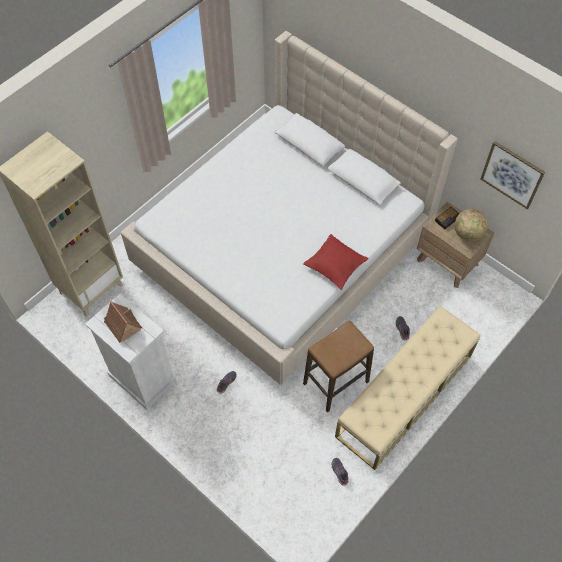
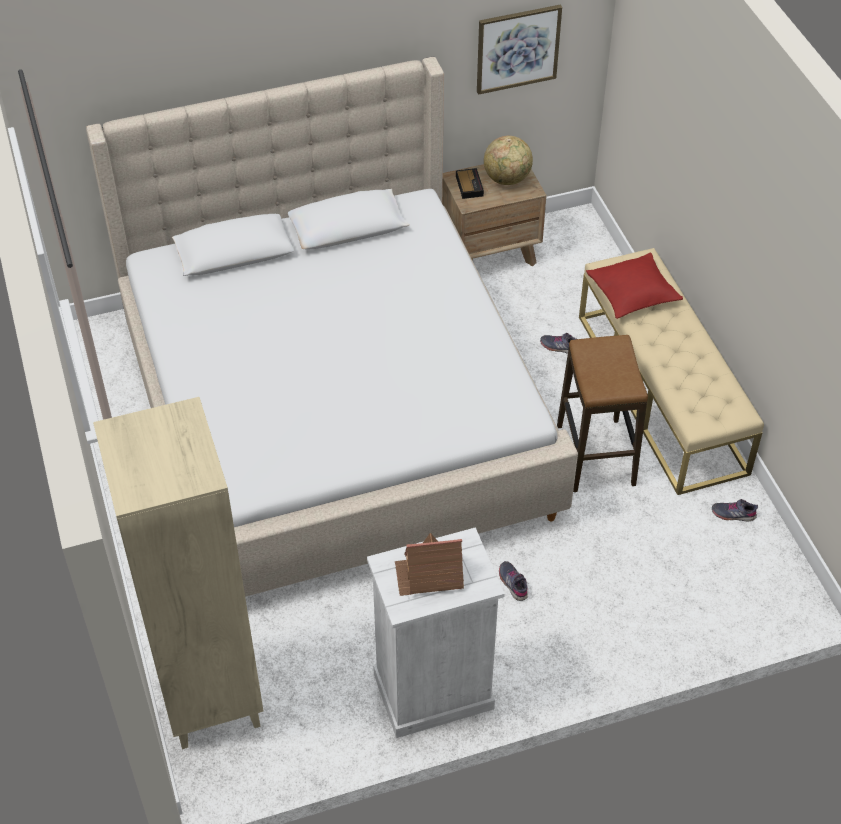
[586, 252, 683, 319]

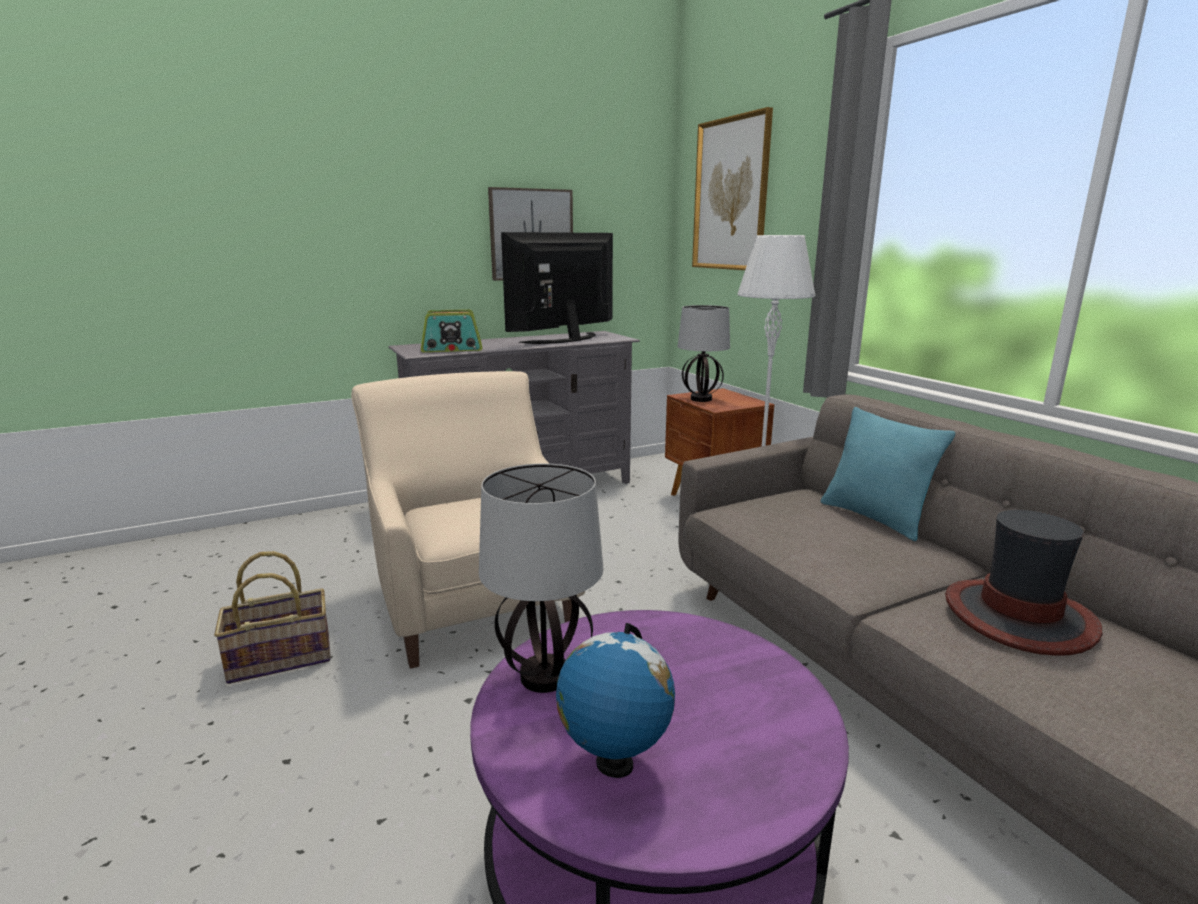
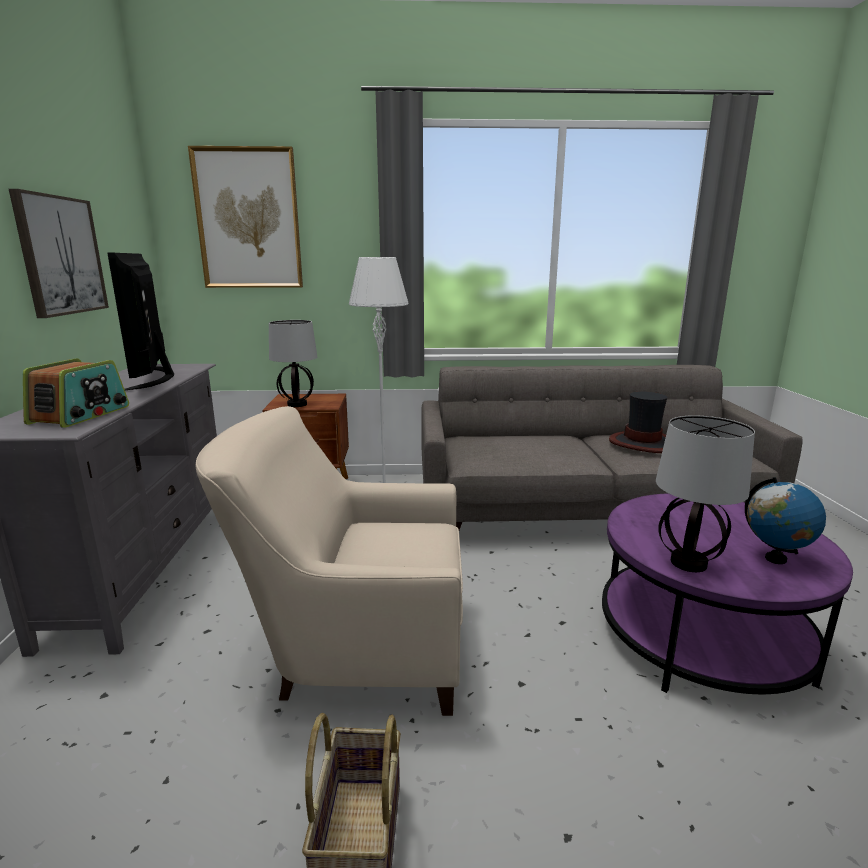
[821, 407, 955, 541] (first image)

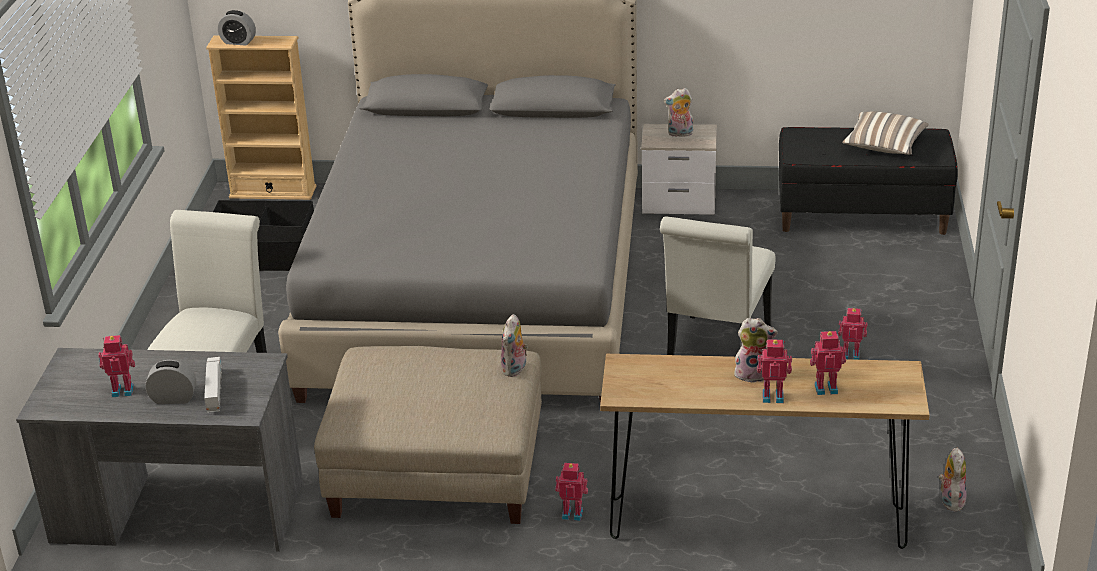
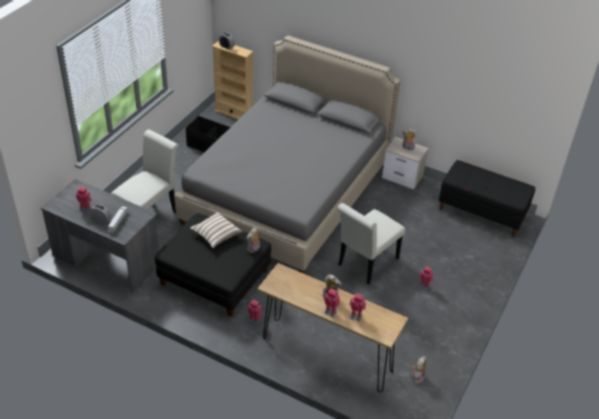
[190, 211, 243, 248]
[155, 213, 271, 317]

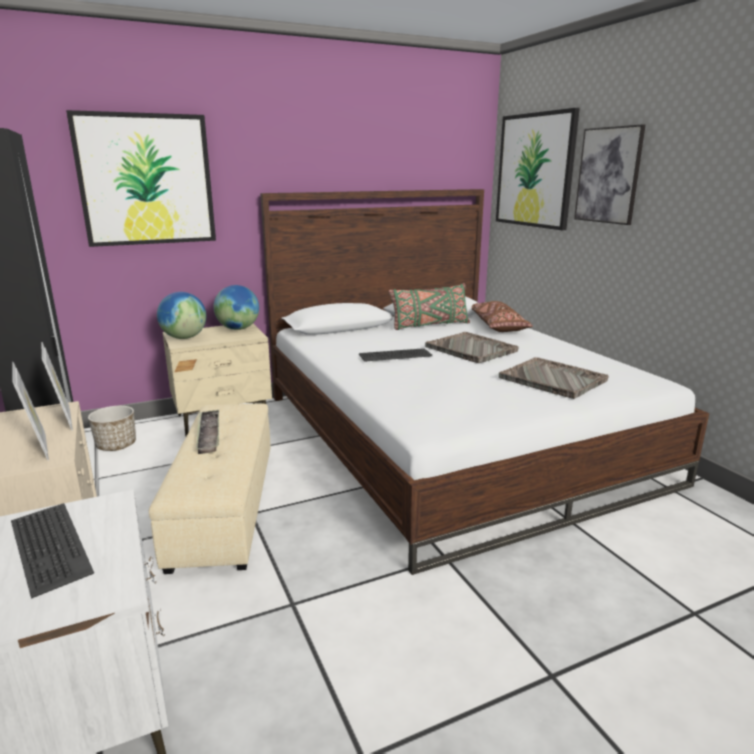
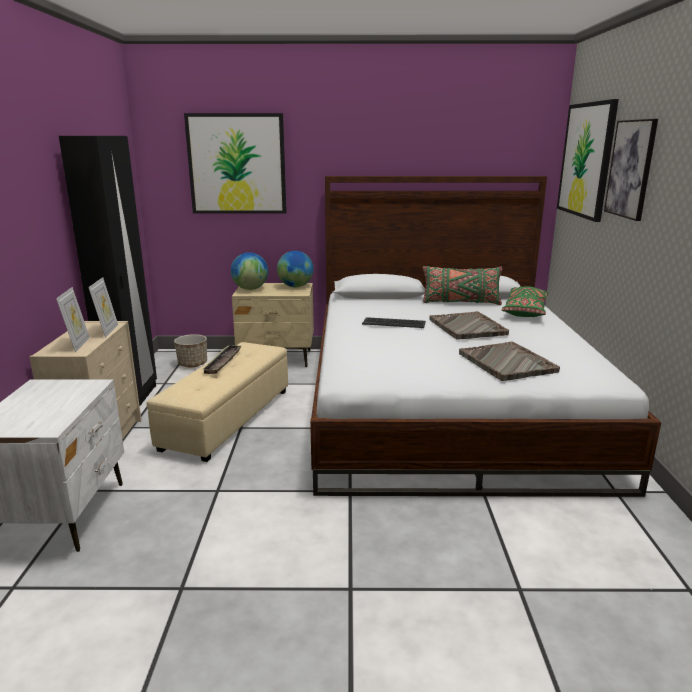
[11, 503, 94, 599] (first image)
[502, 286, 548, 317]

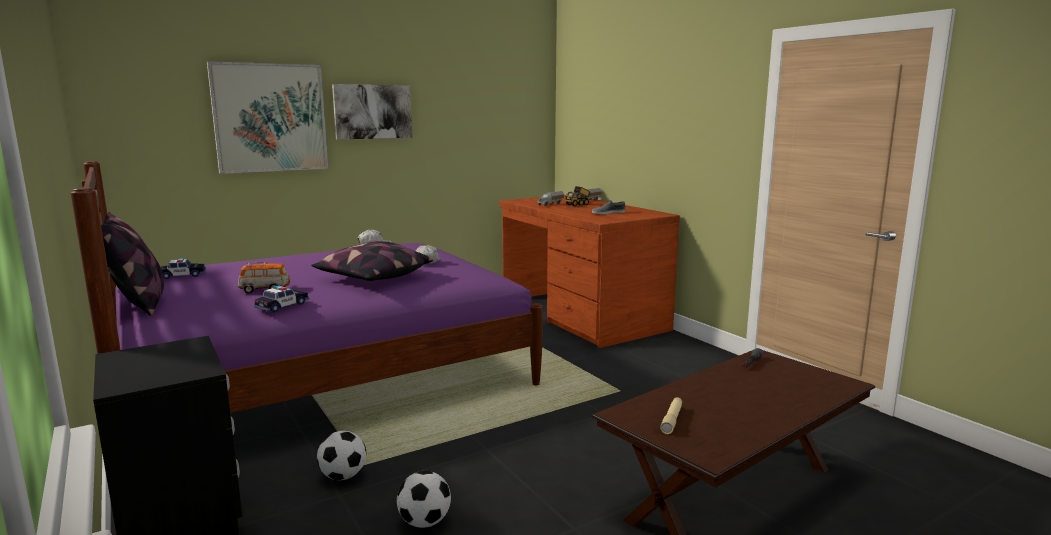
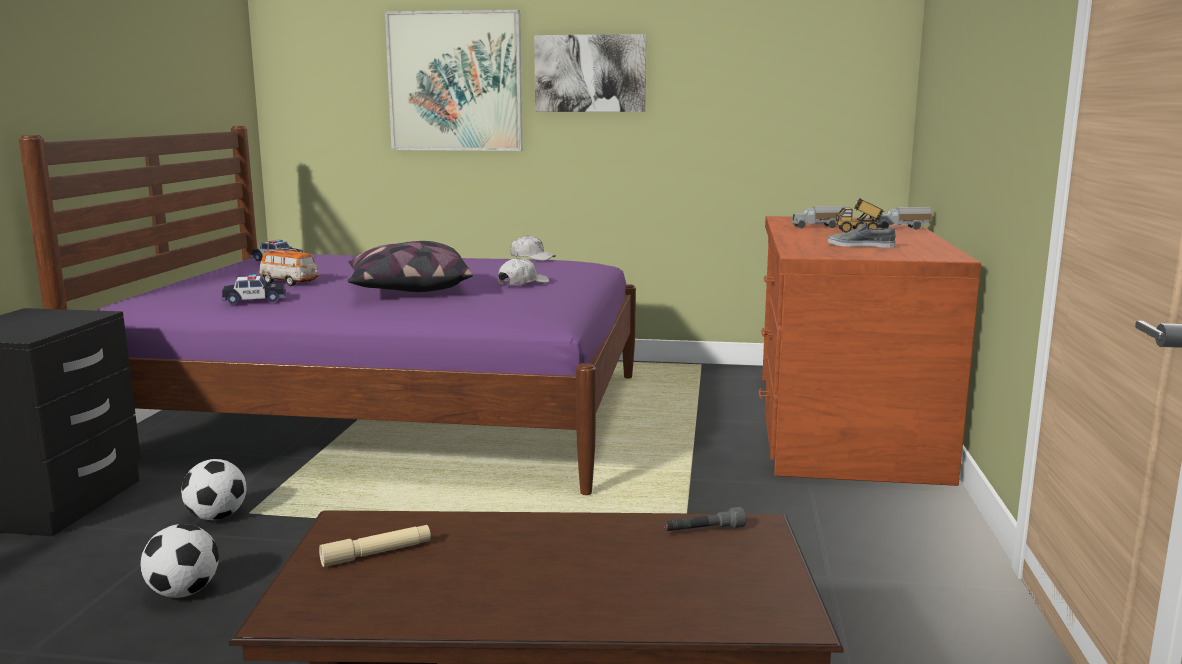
[101, 212, 164, 316] (first image)

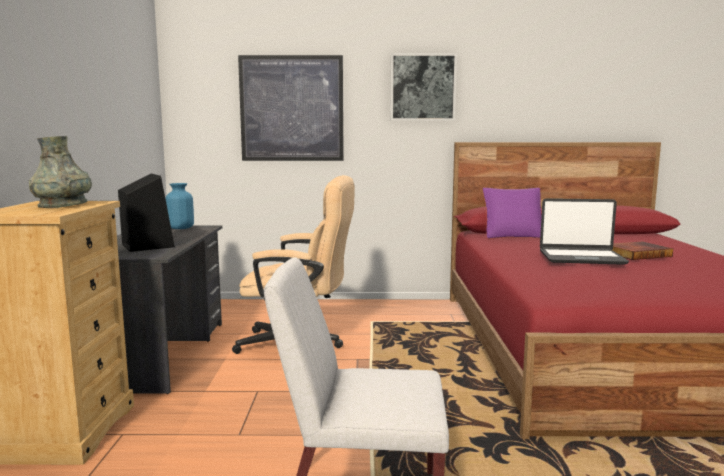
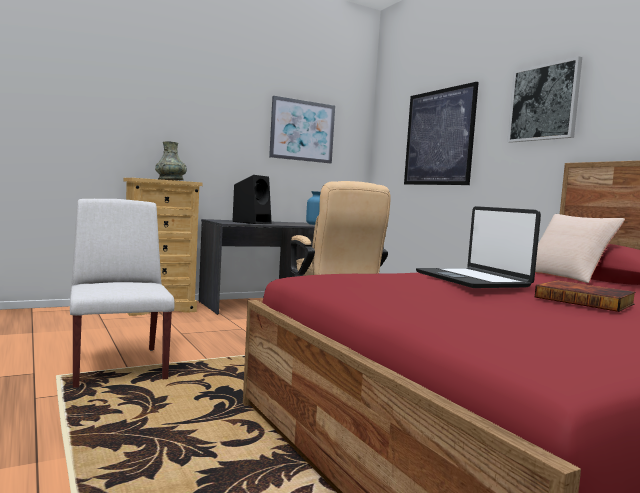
[269, 96, 335, 163]
[535, 214, 625, 283]

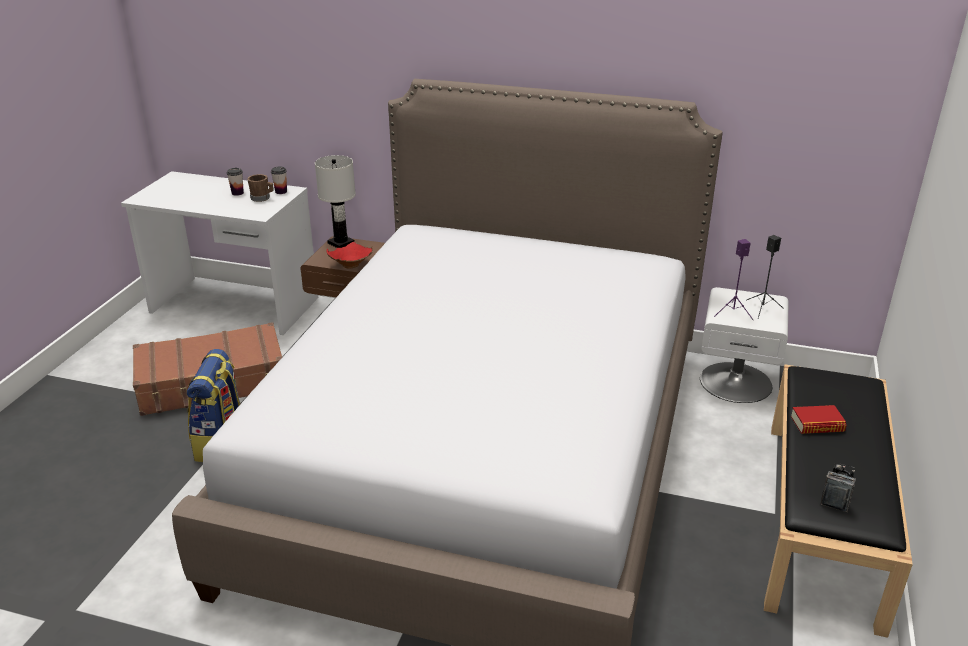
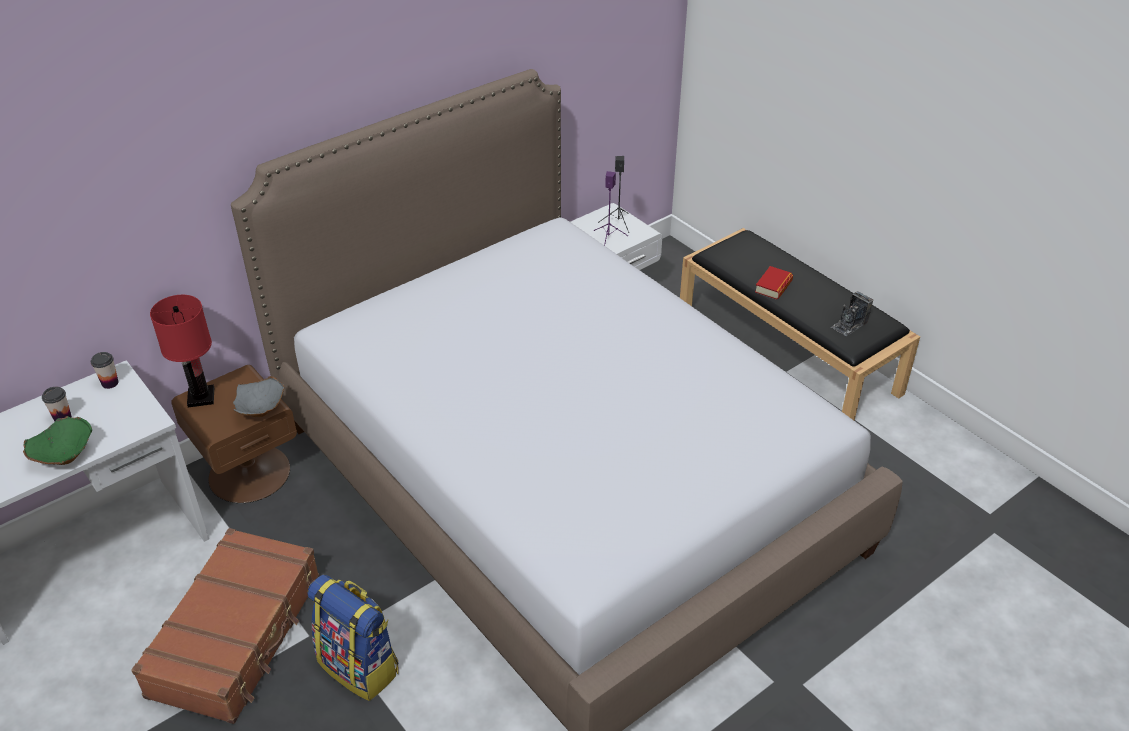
[247, 174, 274, 202] (first image)
[23, 416, 92, 465]
[150, 295, 214, 407]
[233, 376, 284, 417]
[831, 291, 873, 336]

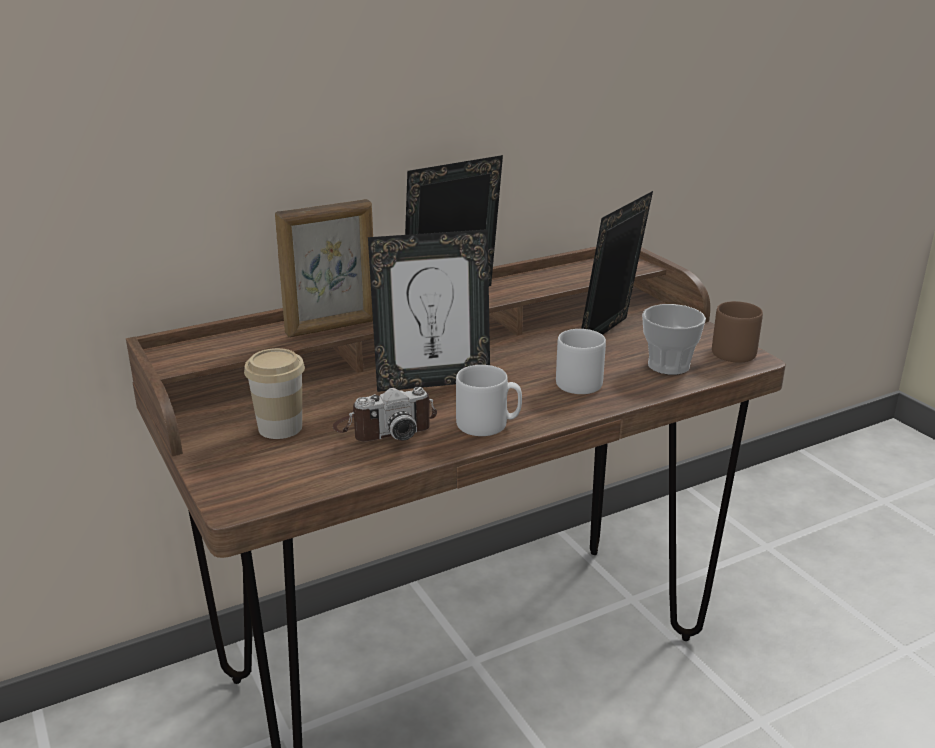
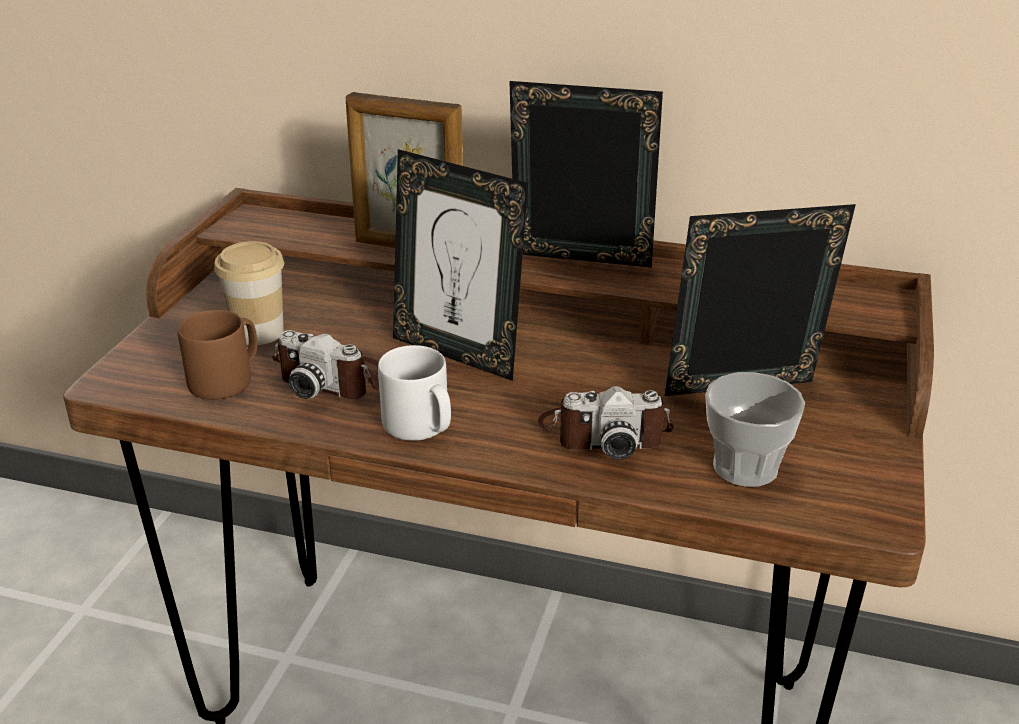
[177, 310, 257, 400]
[538, 386, 674, 460]

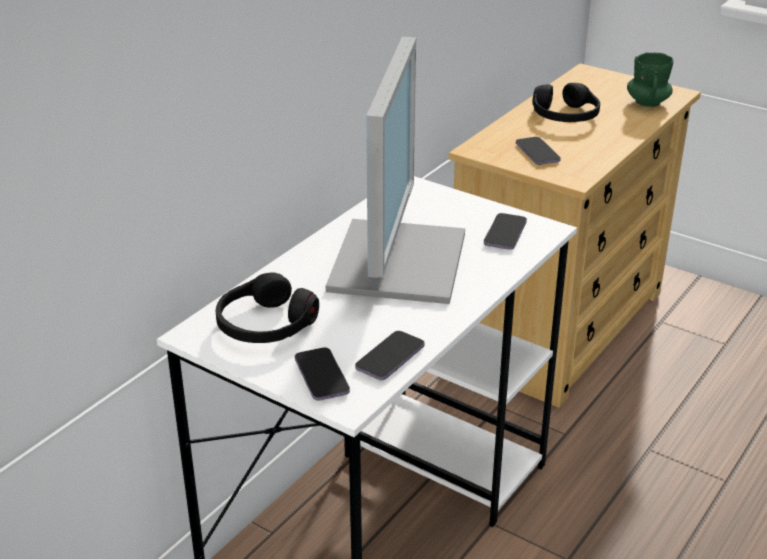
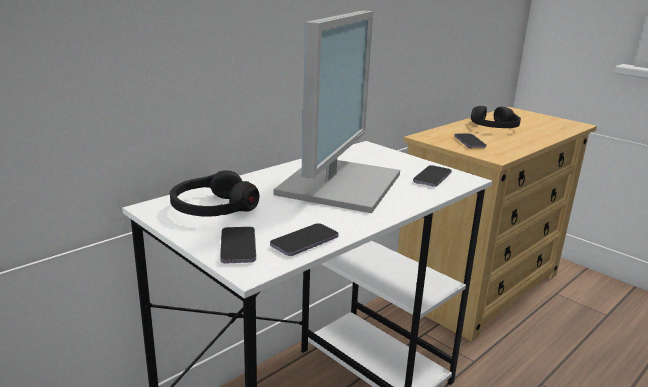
[627, 53, 673, 107] (first image)

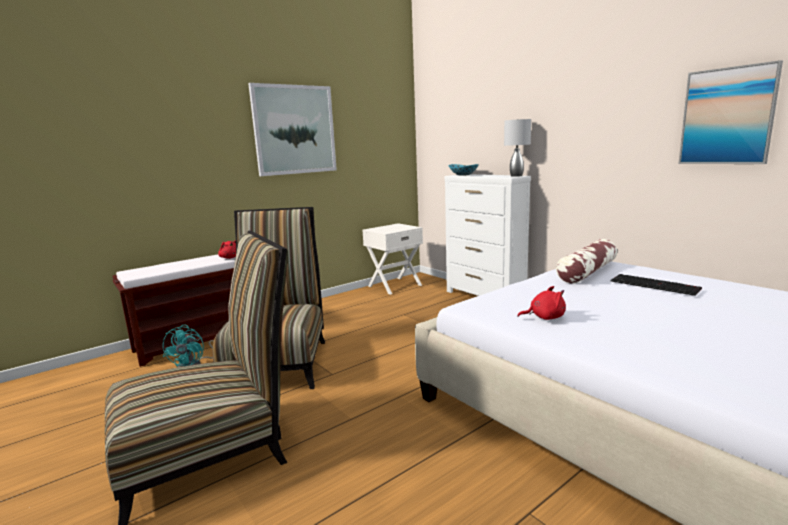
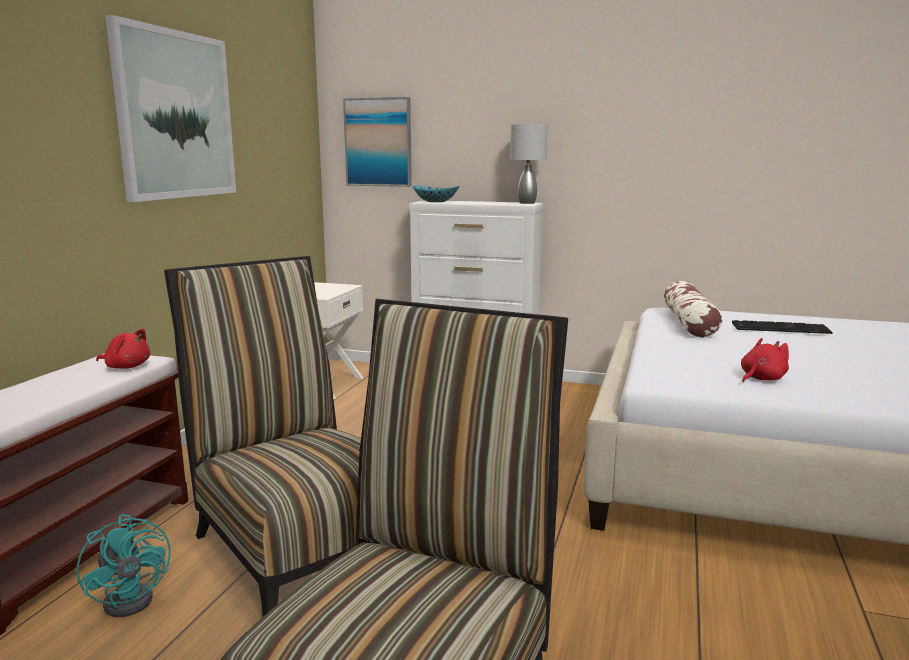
[343, 97, 412, 187]

